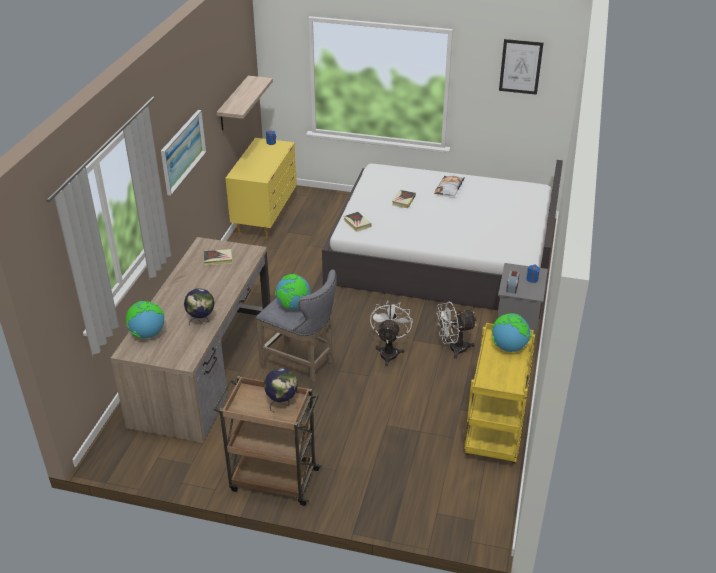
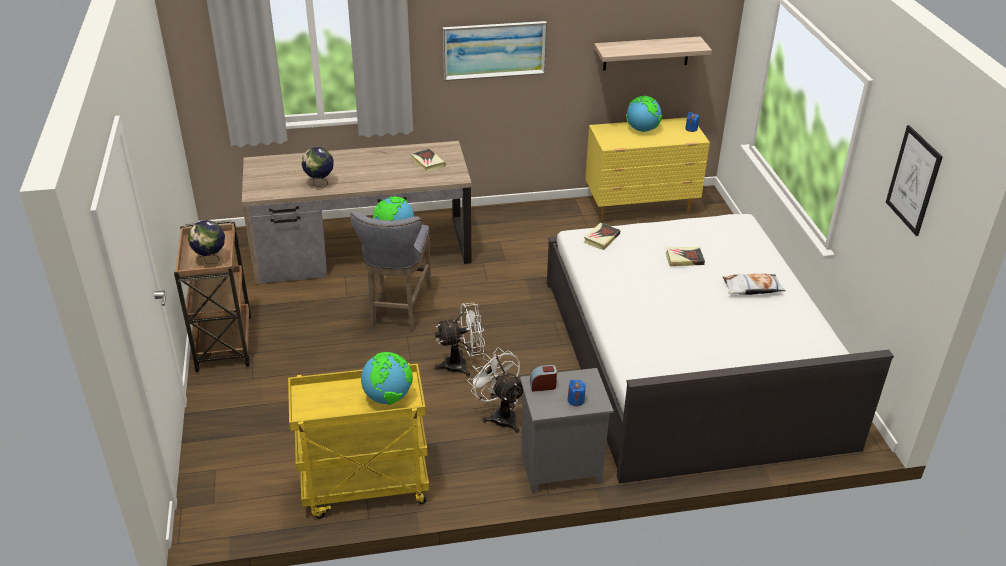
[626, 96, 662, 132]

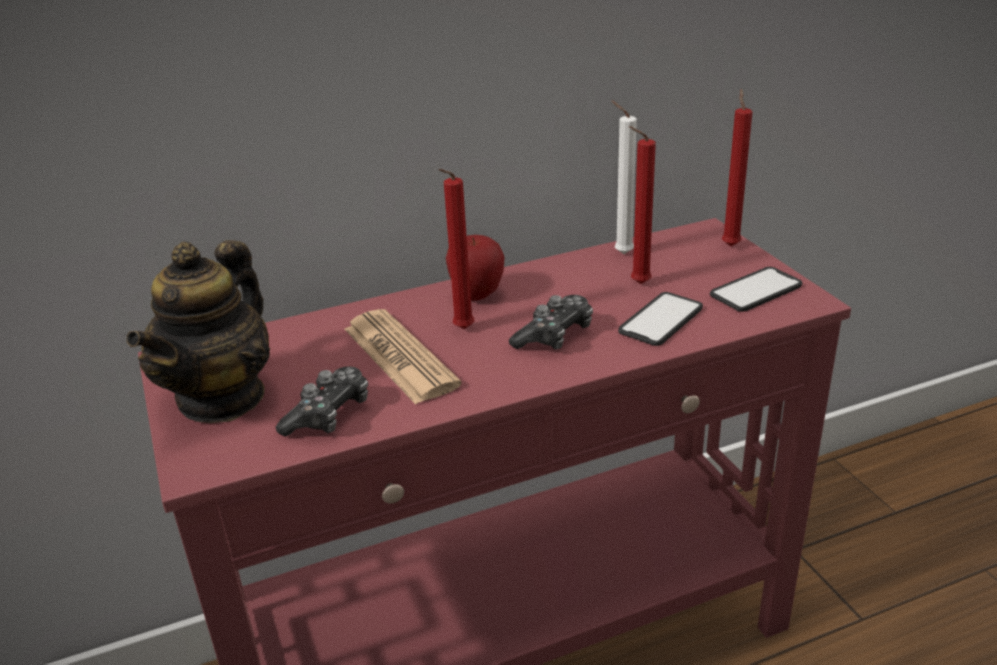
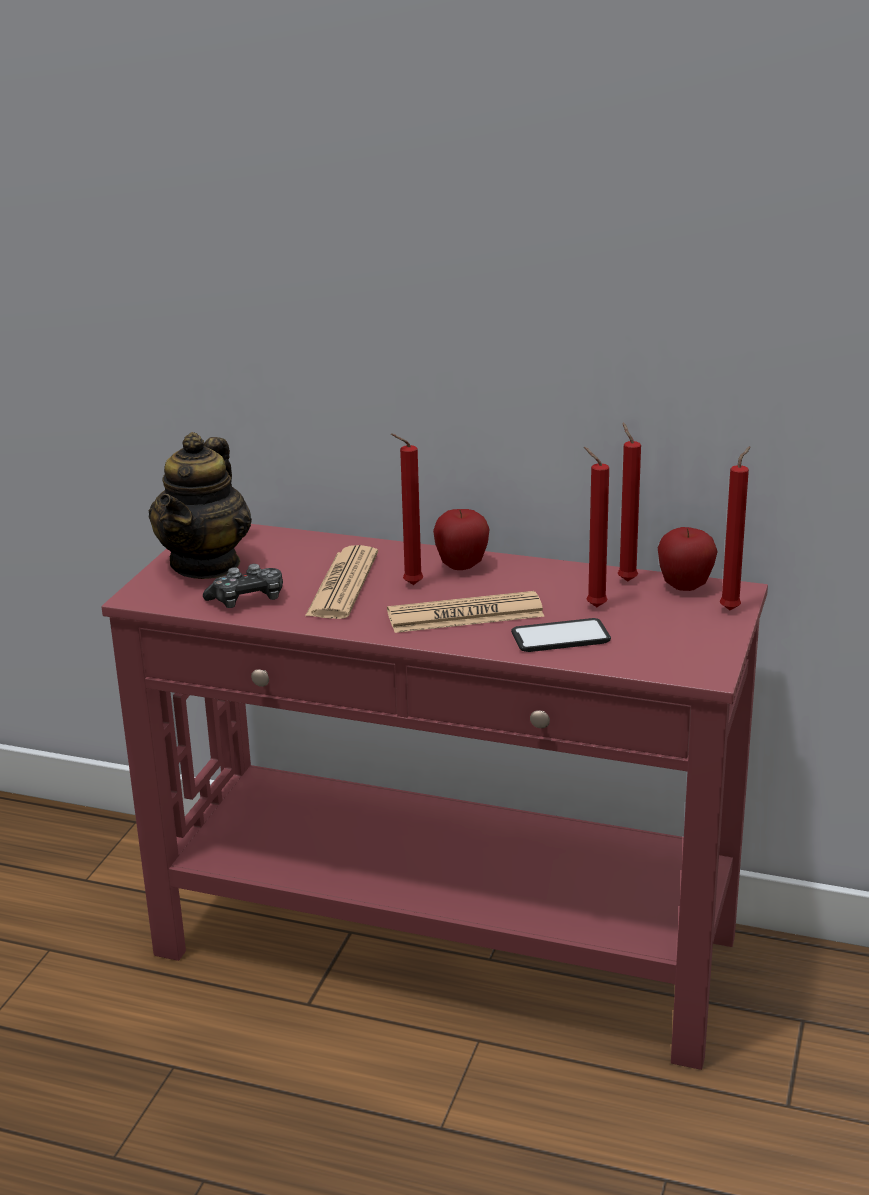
[710, 267, 803, 312] (first image)
[658, 527, 718, 591]
[387, 591, 545, 633]
[618, 423, 641, 582]
[149, 432, 252, 579]

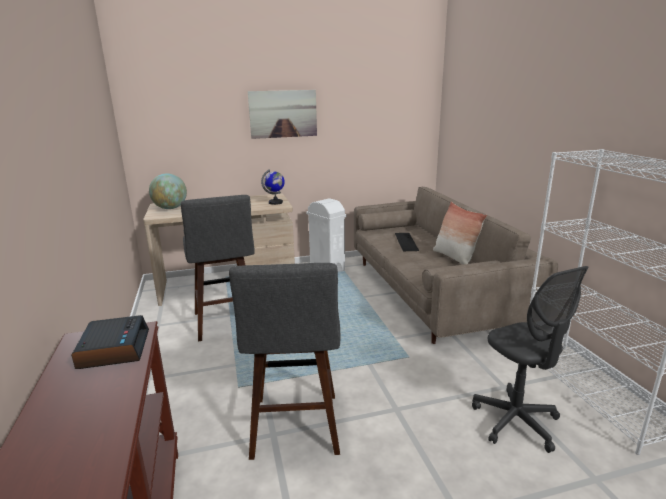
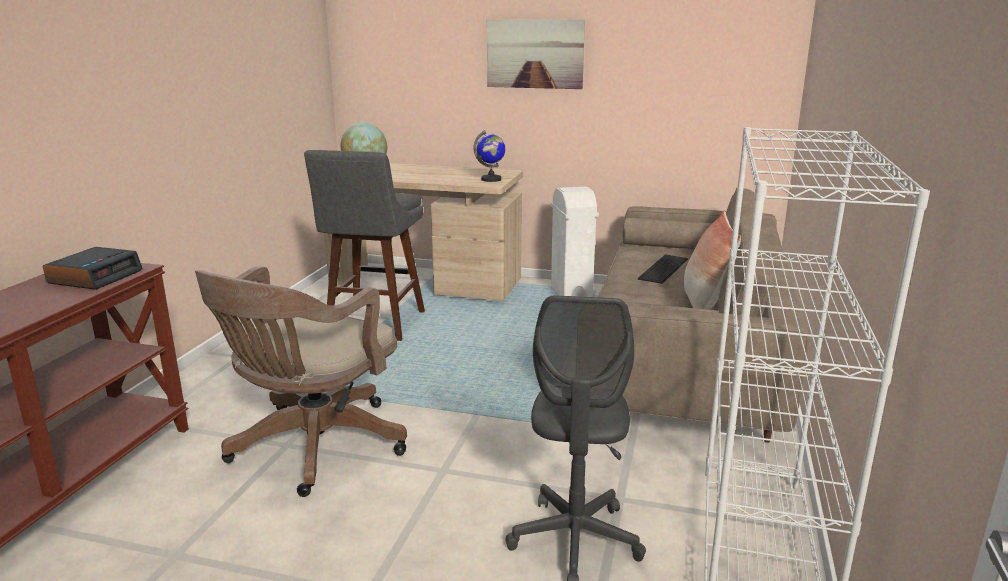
[195, 266, 407, 497]

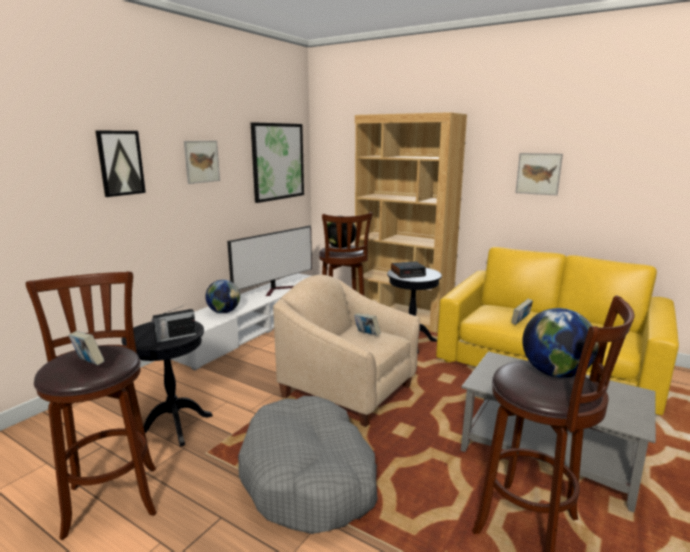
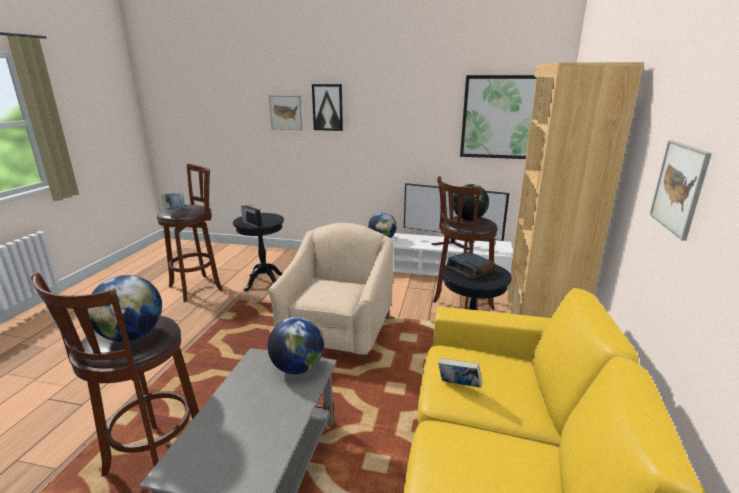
[238, 396, 378, 534] (first image)
[354, 313, 380, 336] (first image)
[268, 317, 324, 374]
[269, 95, 303, 130]

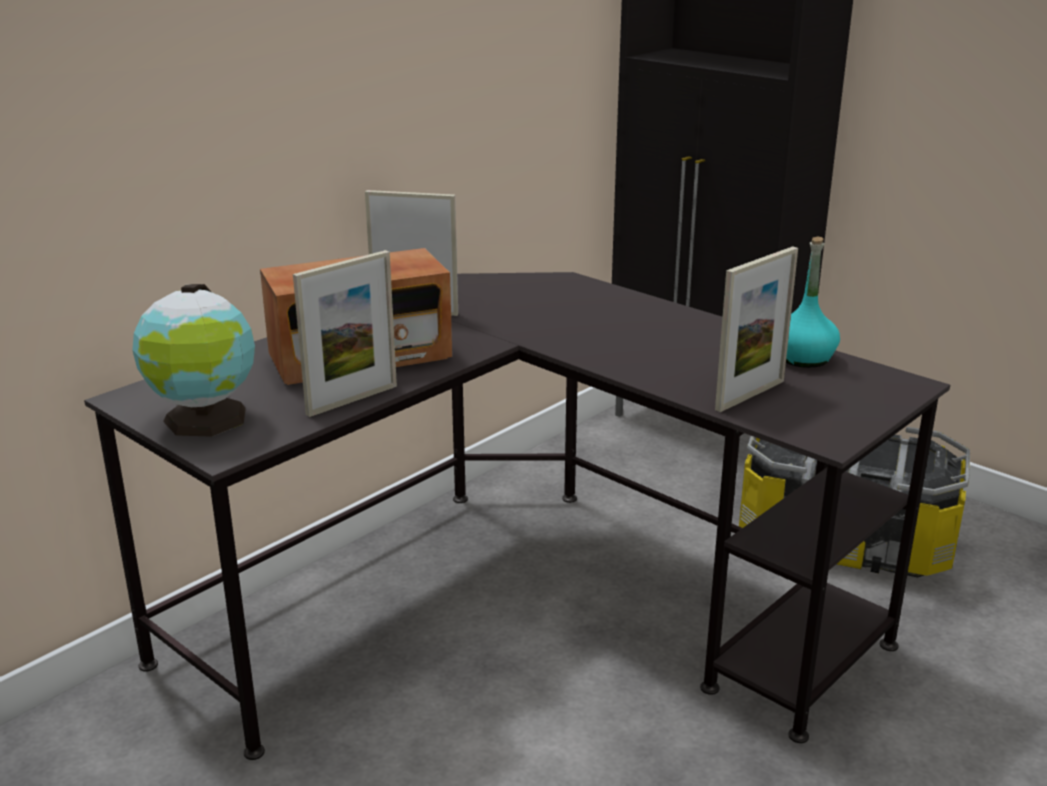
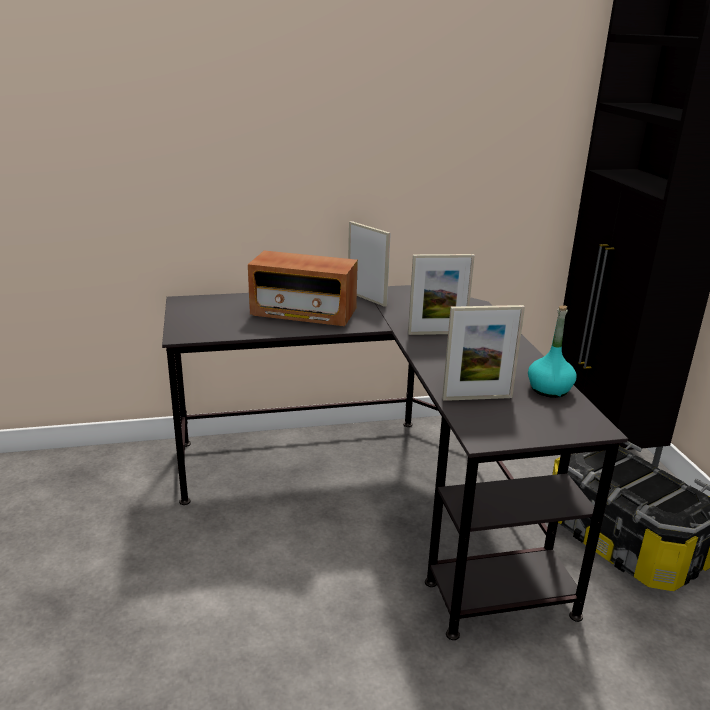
[132, 284, 255, 437] (first image)
[408, 254, 475, 335]

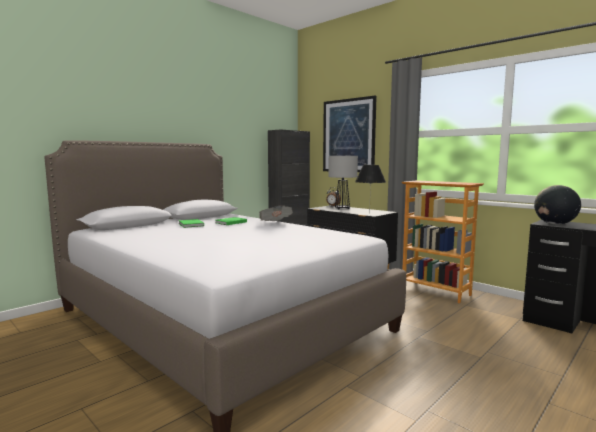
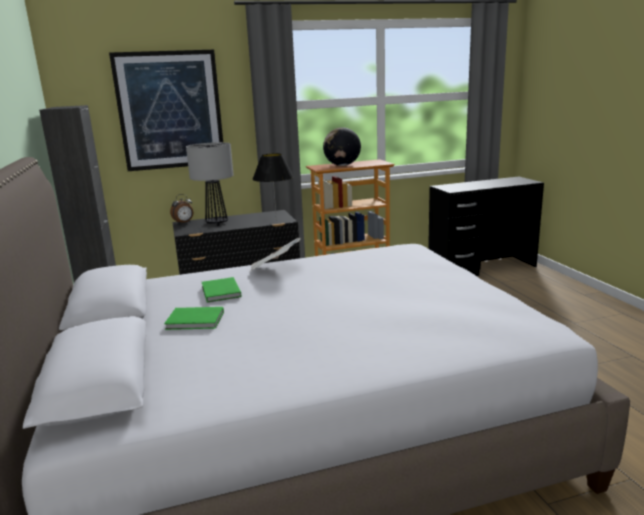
[323, 127, 361, 166]

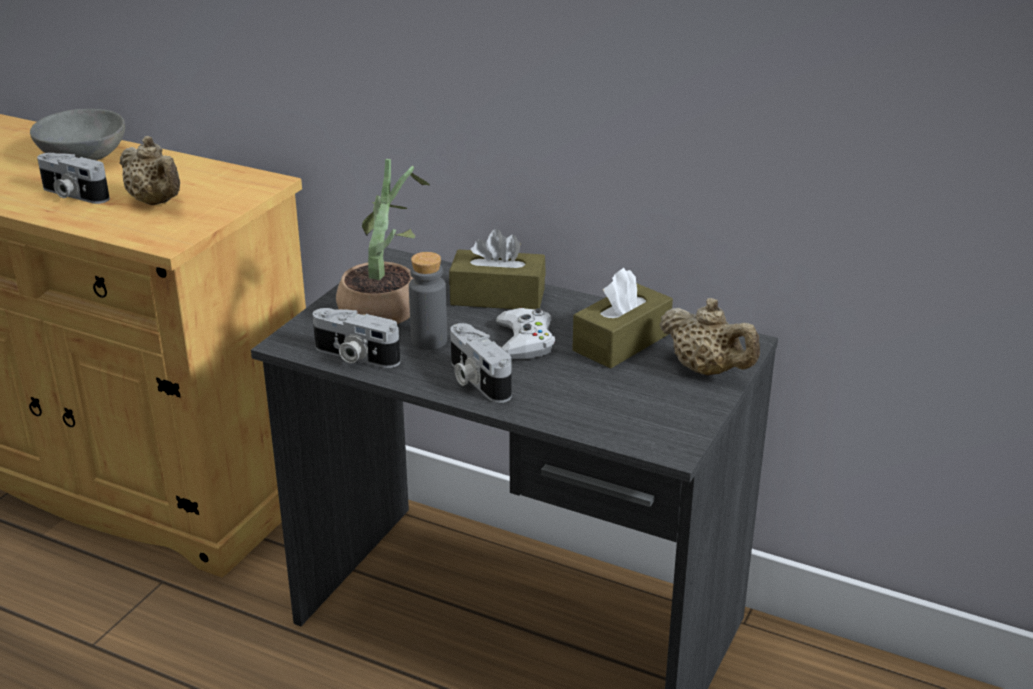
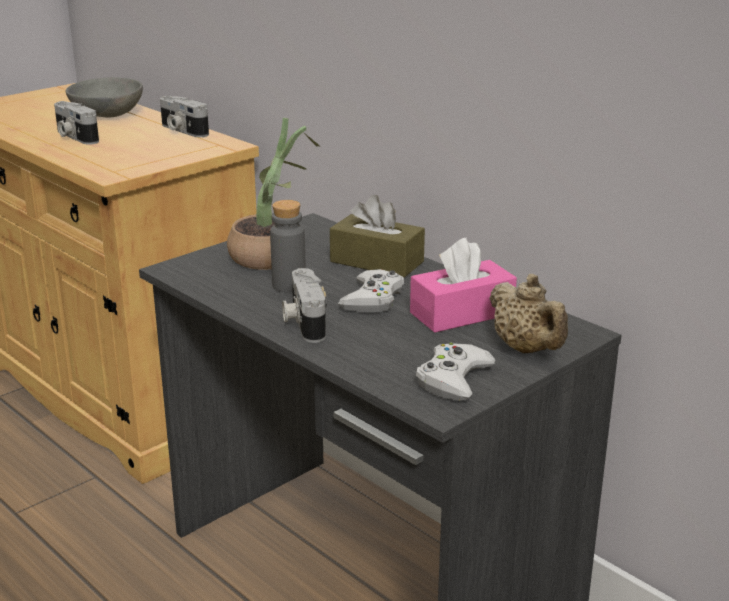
[120, 136, 180, 205] (first image)
[416, 343, 496, 401]
[160, 96, 209, 137]
[410, 238, 517, 333]

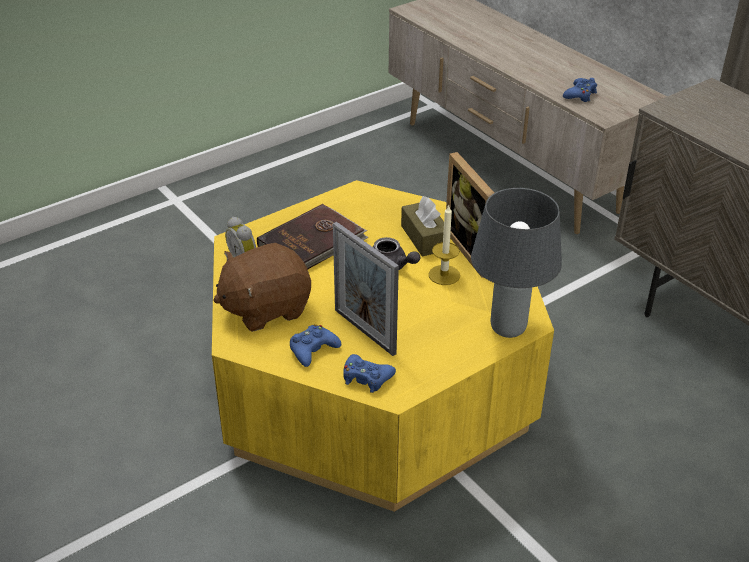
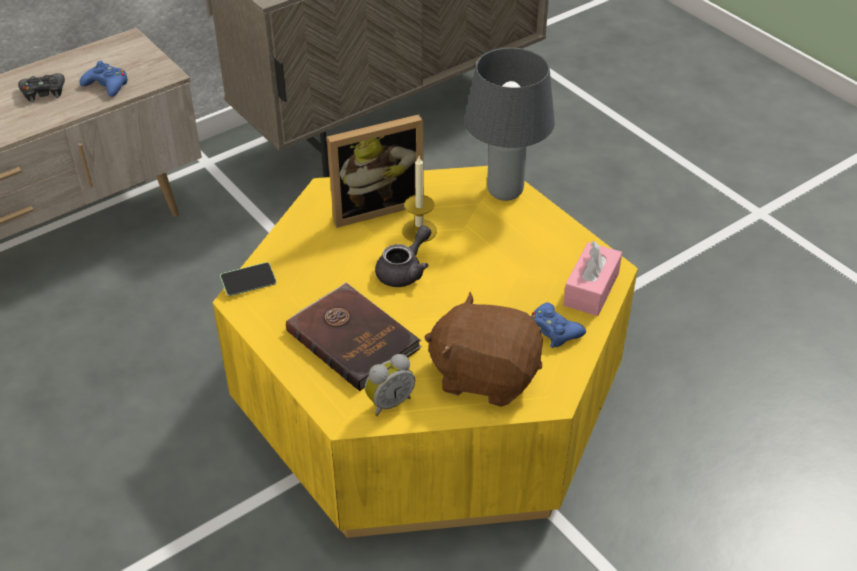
[333, 222, 399, 356] (first image)
[401, 196, 451, 256] (first image)
[18, 73, 65, 103]
[220, 262, 277, 296]
[563, 241, 622, 316]
[424, 292, 543, 407]

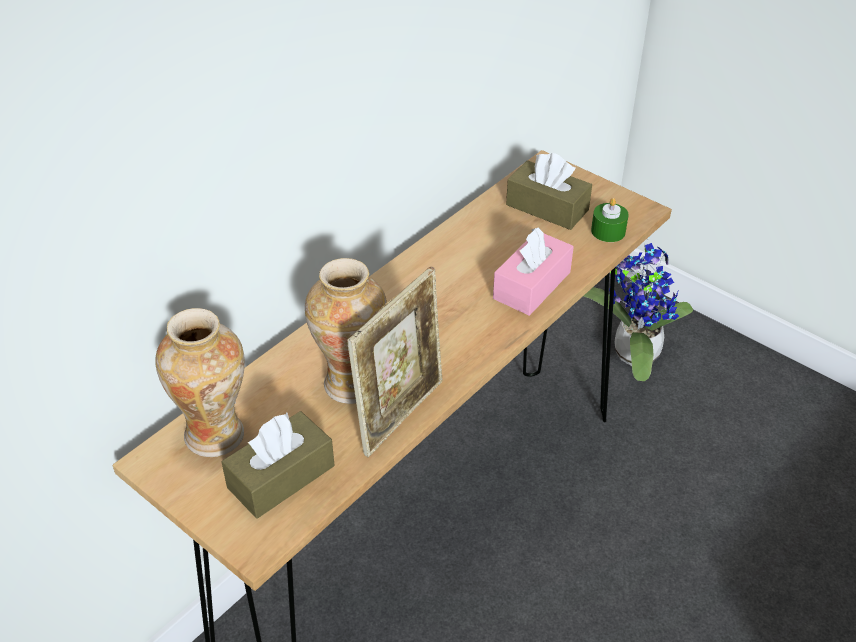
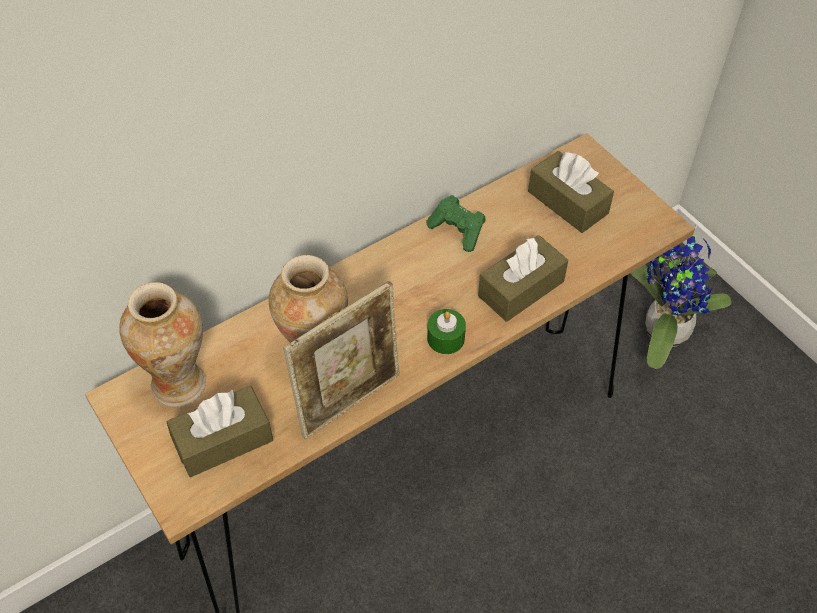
[427, 195, 486, 252]
[427, 309, 466, 354]
[478, 235, 568, 322]

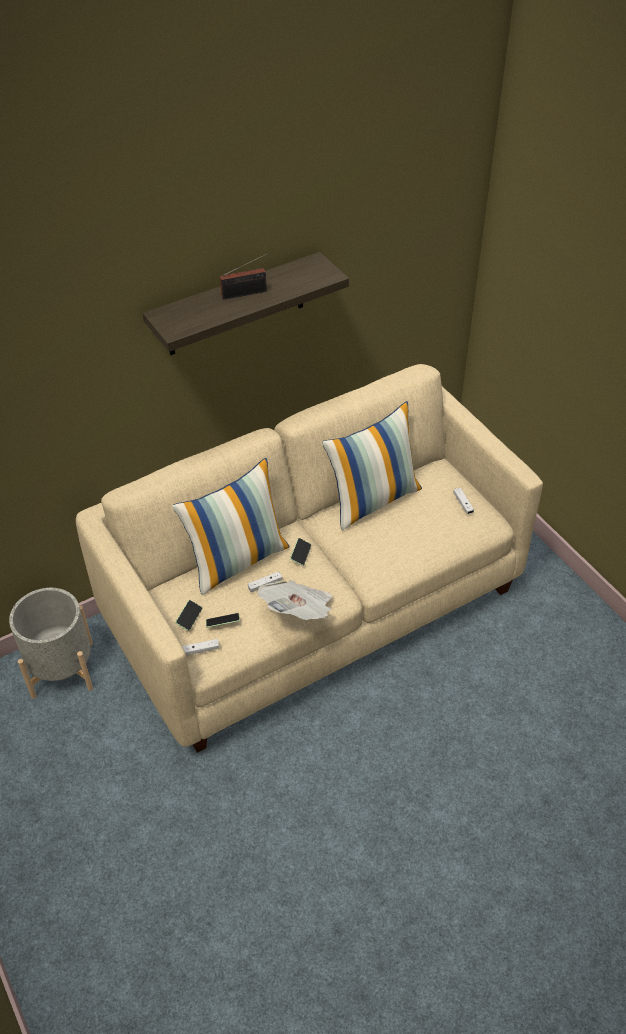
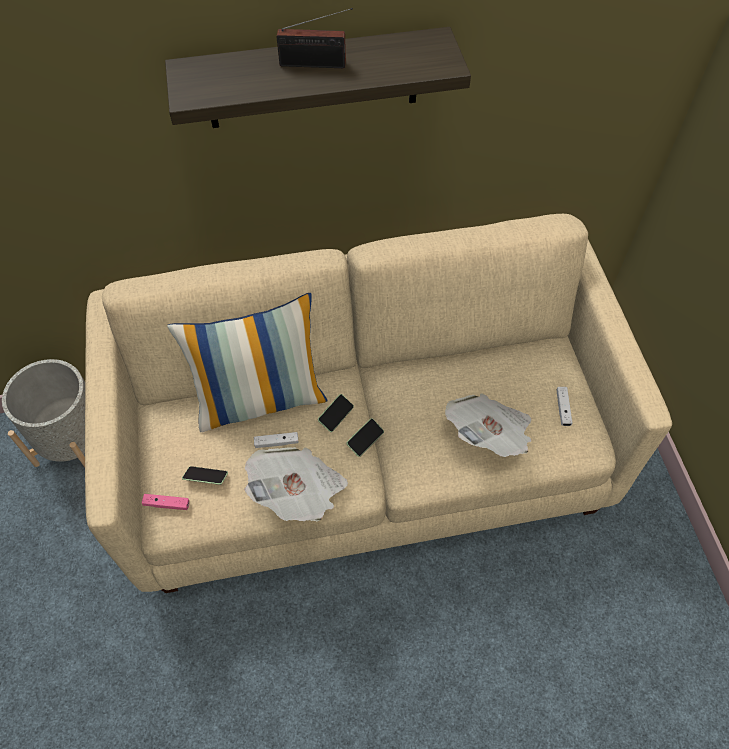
[322, 401, 422, 530] (first image)
[445, 393, 532, 457]
[347, 418, 384, 457]
[142, 494, 189, 510]

